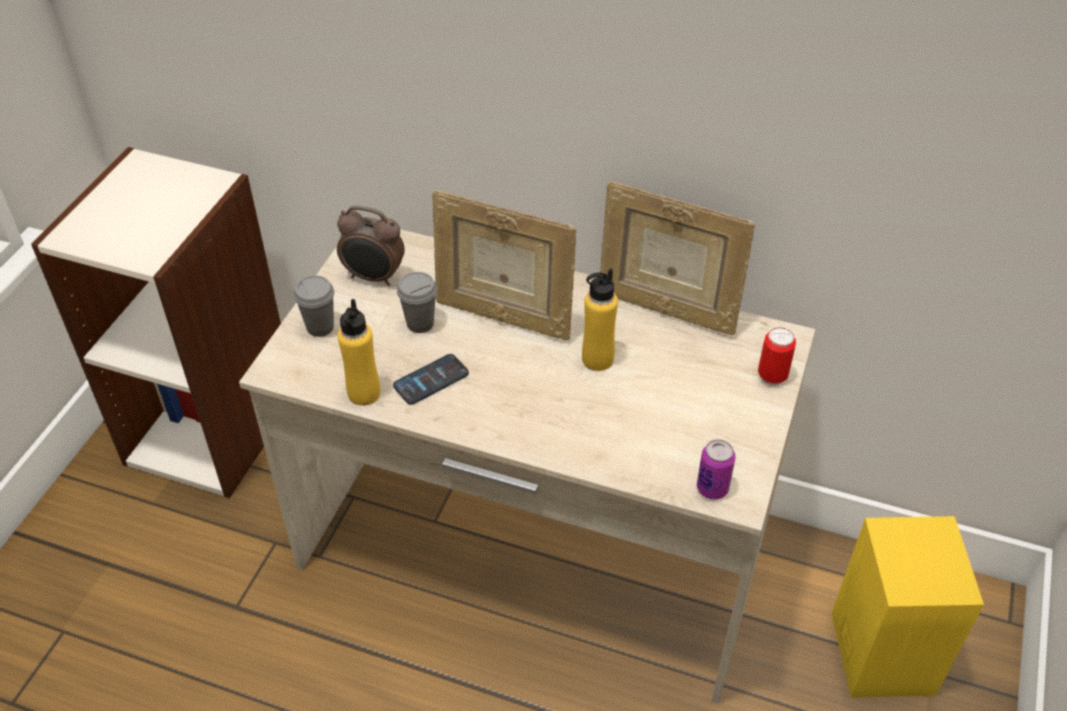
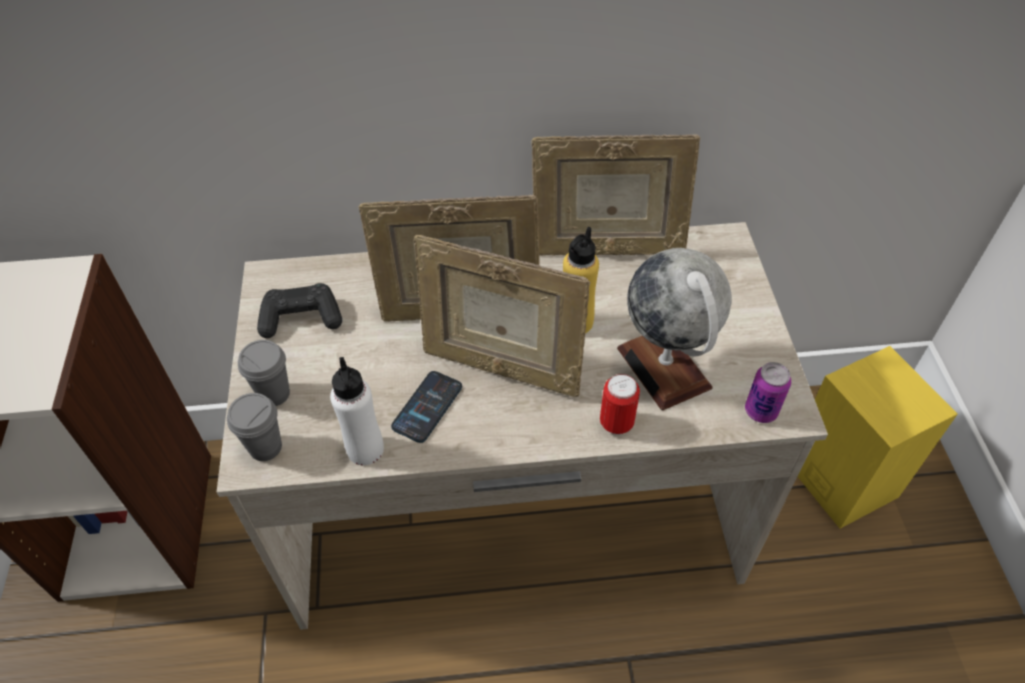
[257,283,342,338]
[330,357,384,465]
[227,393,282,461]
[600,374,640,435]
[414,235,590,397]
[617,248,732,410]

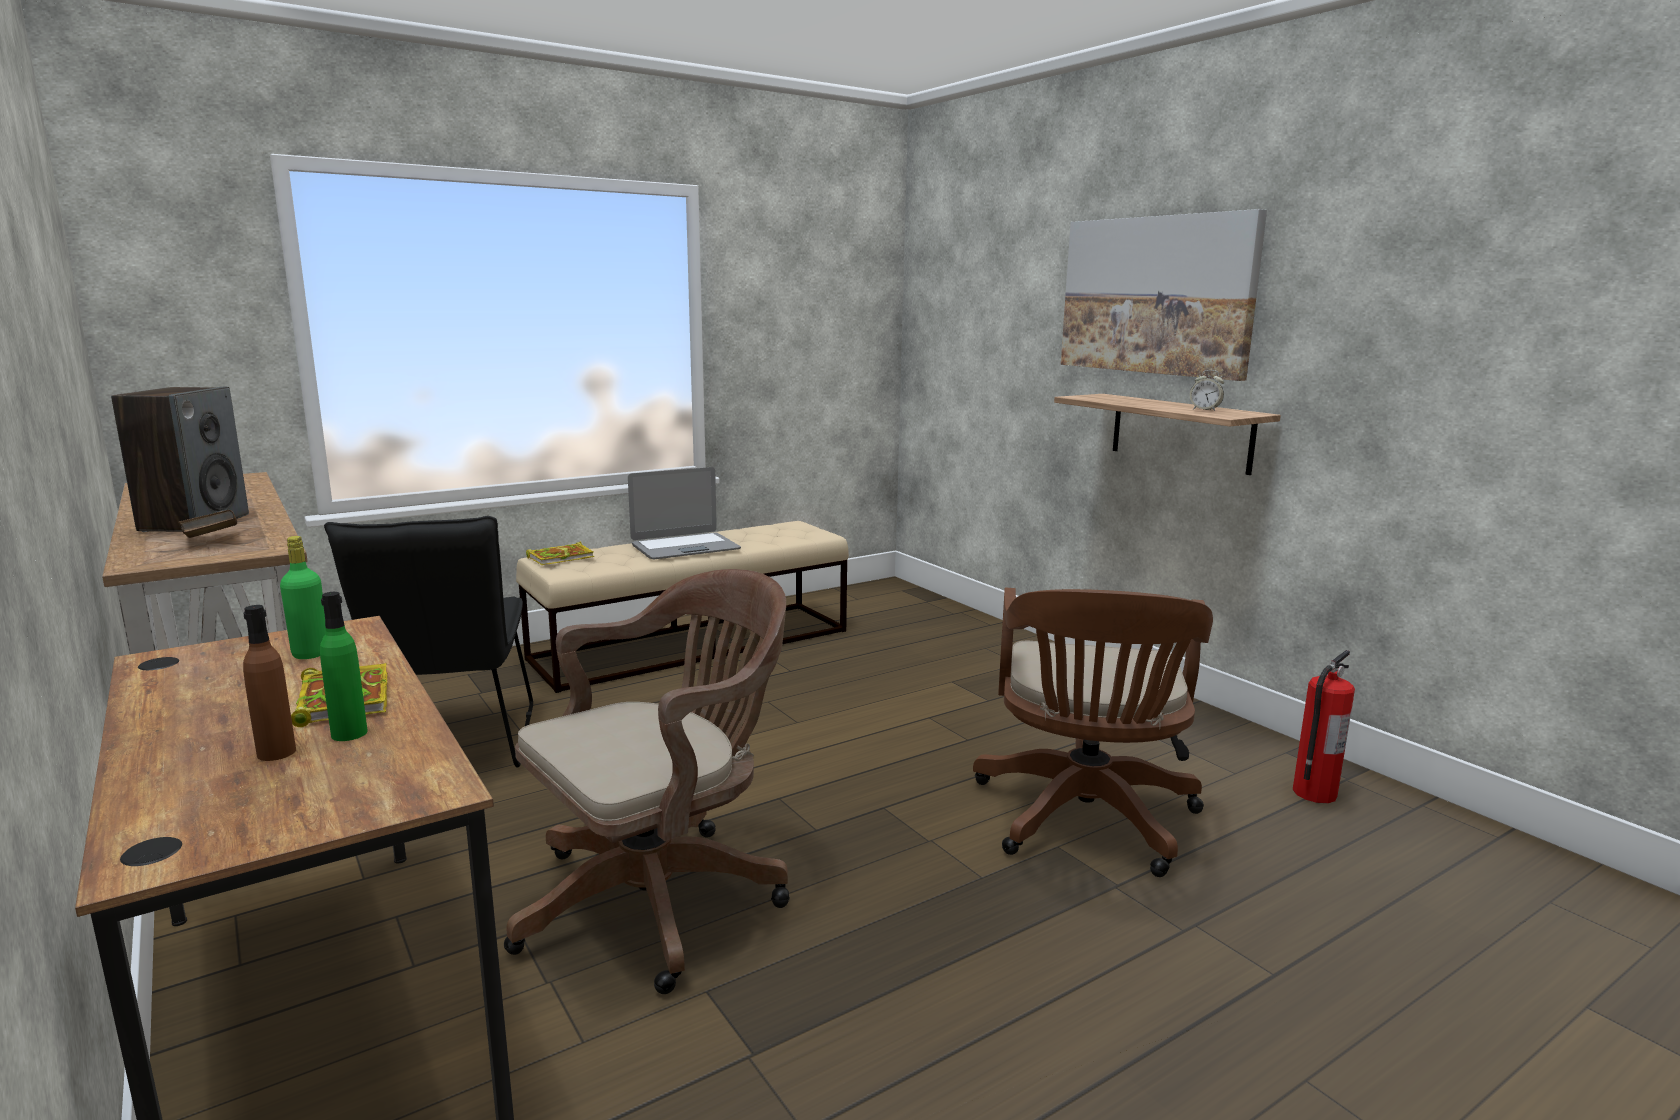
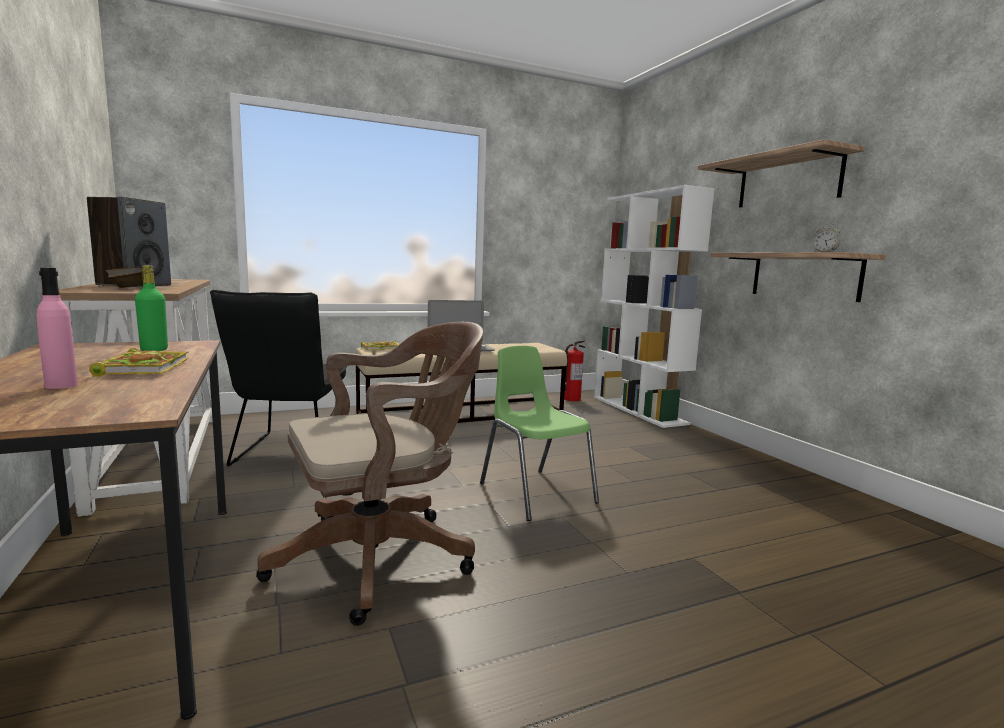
[37,268,78,389]
[320,592,368,741] (first image)
[973,587,1213,877] (first image)
[698,139,865,208]
[564,340,585,401]
[480,346,599,521]
[594,185,715,428]

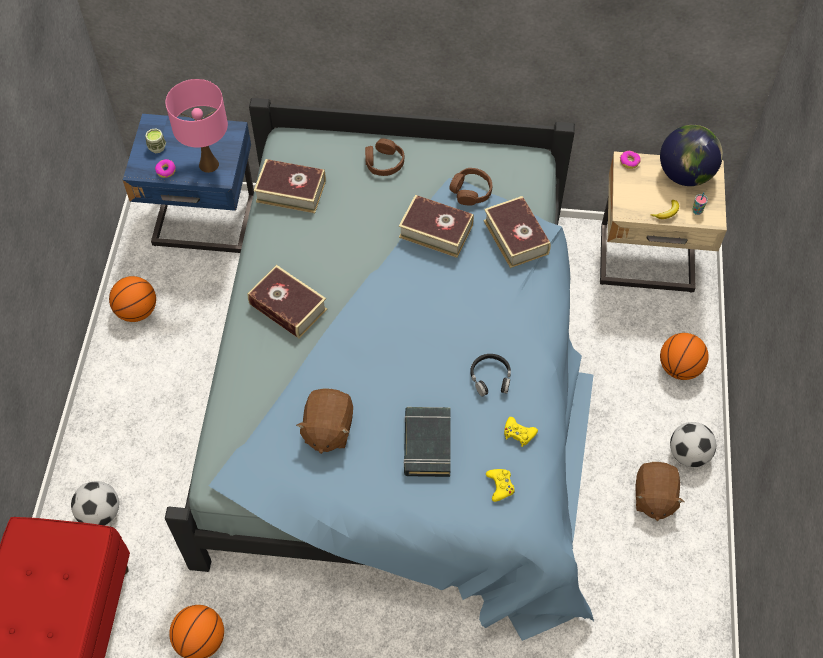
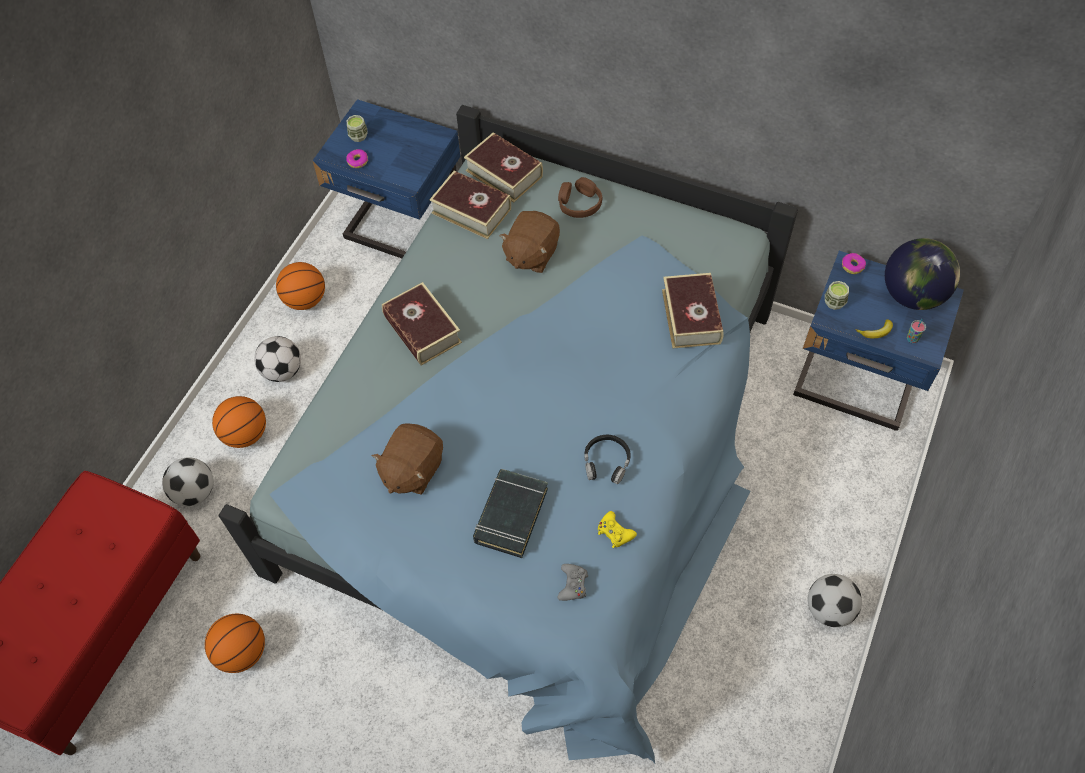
[165,79,228,173] (first image)
[464,132,543,203]
[449,168,492,206] (first image)
[558,564,588,601]
[793,251,964,431]
[499,211,560,273]
[212,396,266,448]
[254,336,301,382]
[825,281,849,310]

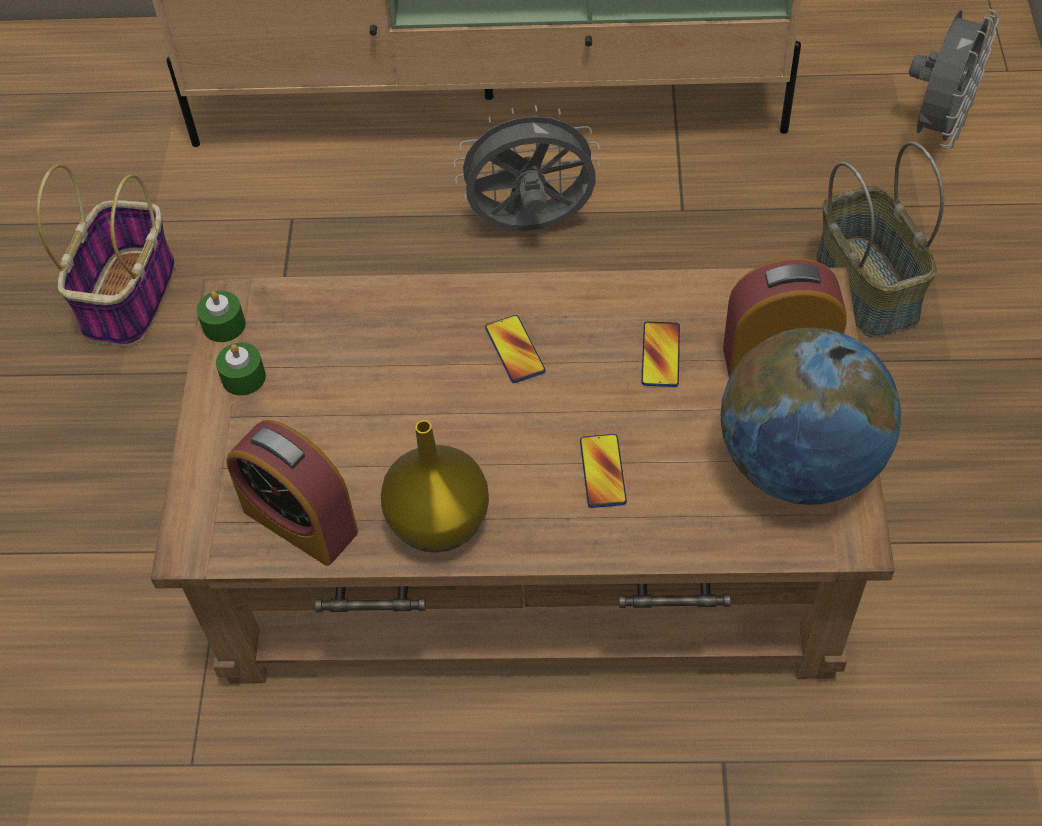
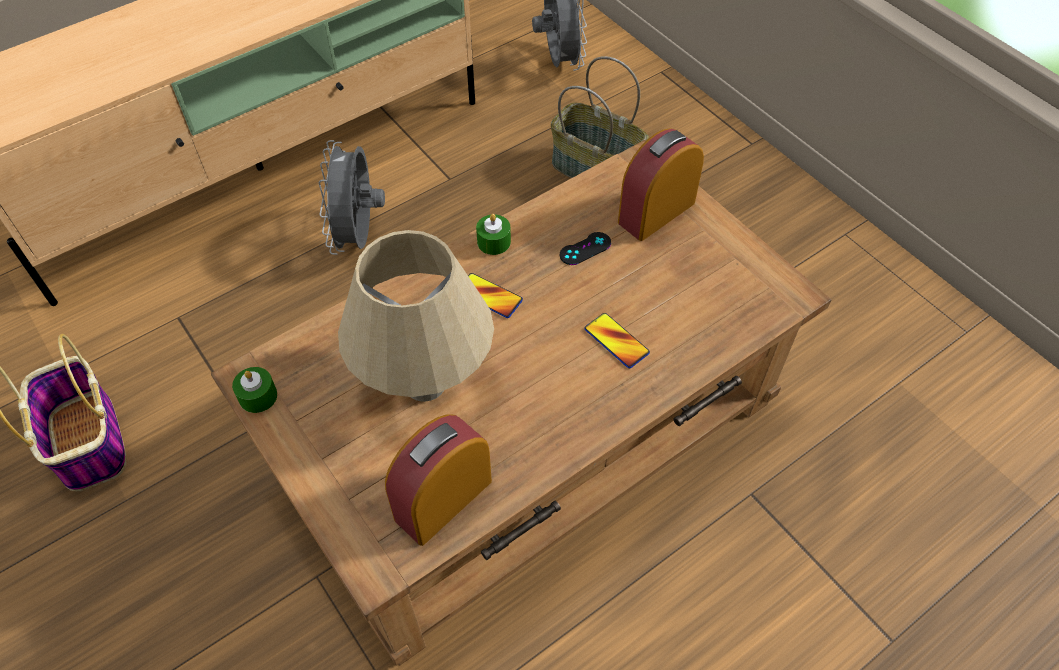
[476,214,511,255]
[385,414,492,546]
[381,420,489,553] (first image)
[319,140,385,255]
[560,232,611,265]
[721,327,901,505] (first image)
[338,230,494,402]

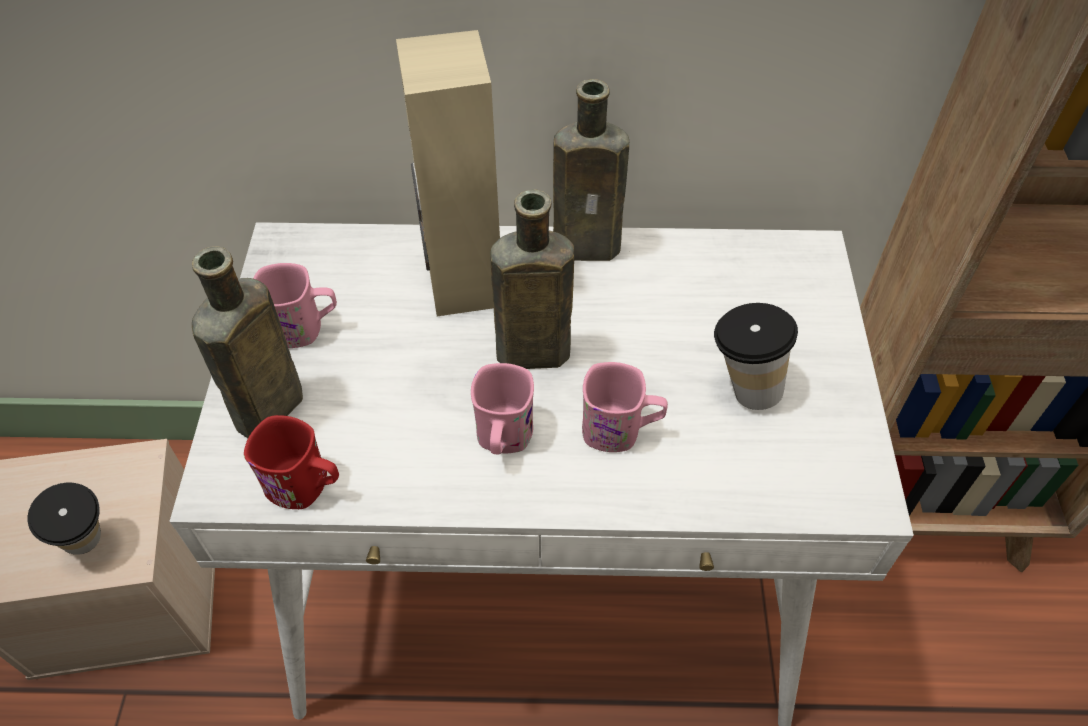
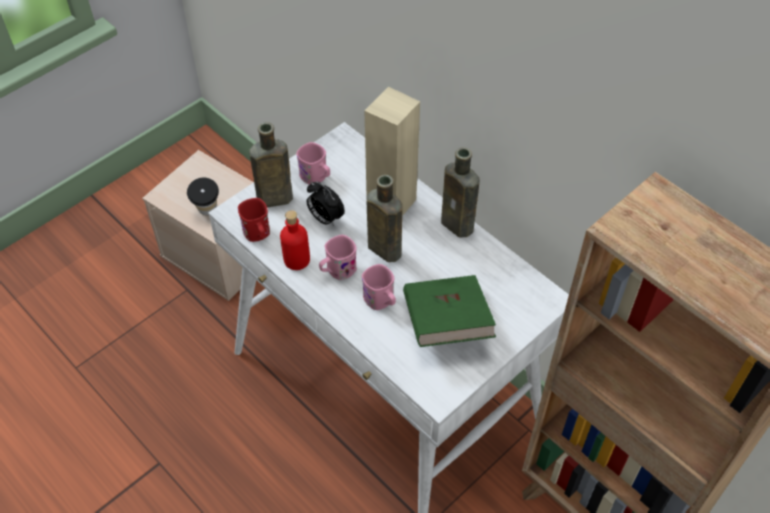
[403,275,496,347]
[280,210,310,270]
[307,181,345,226]

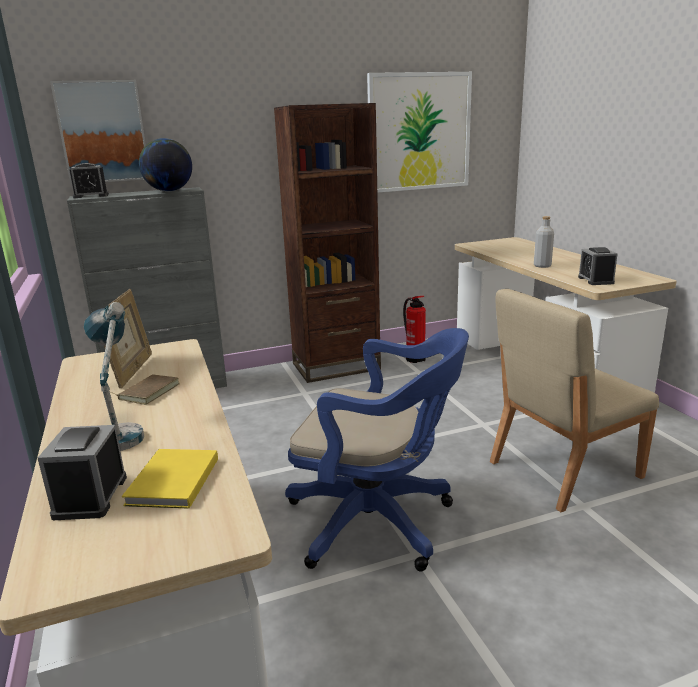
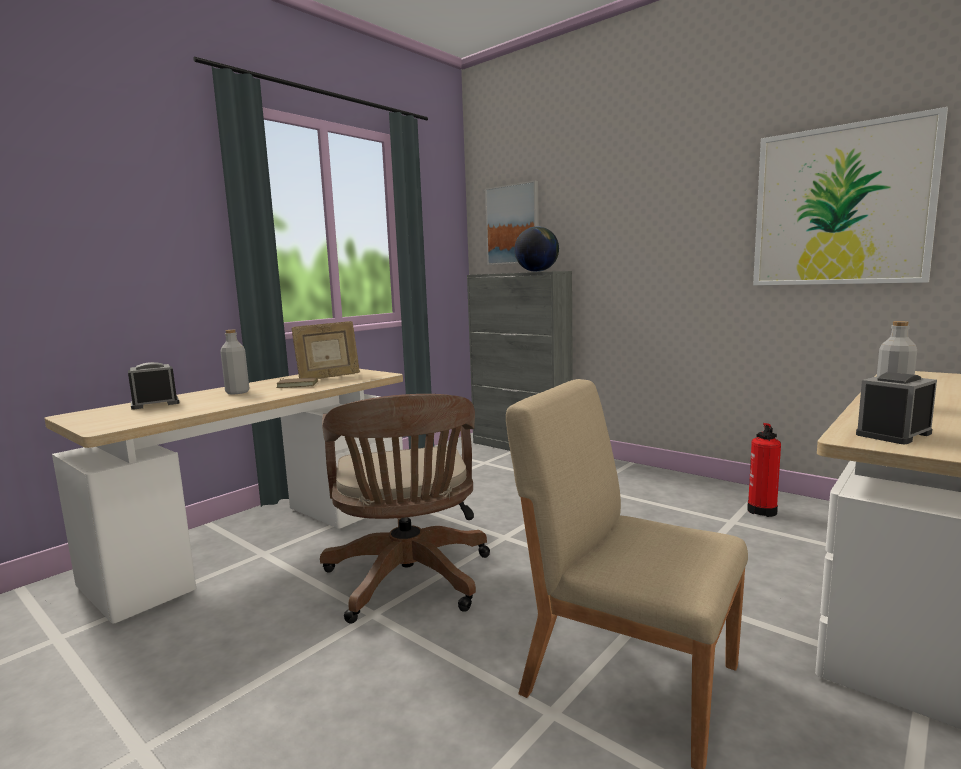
[69,163,109,198] (first image)
[220,330,249,395]
[122,449,218,509] (first image)
[274,103,381,383] (first image)
[320,394,490,624]

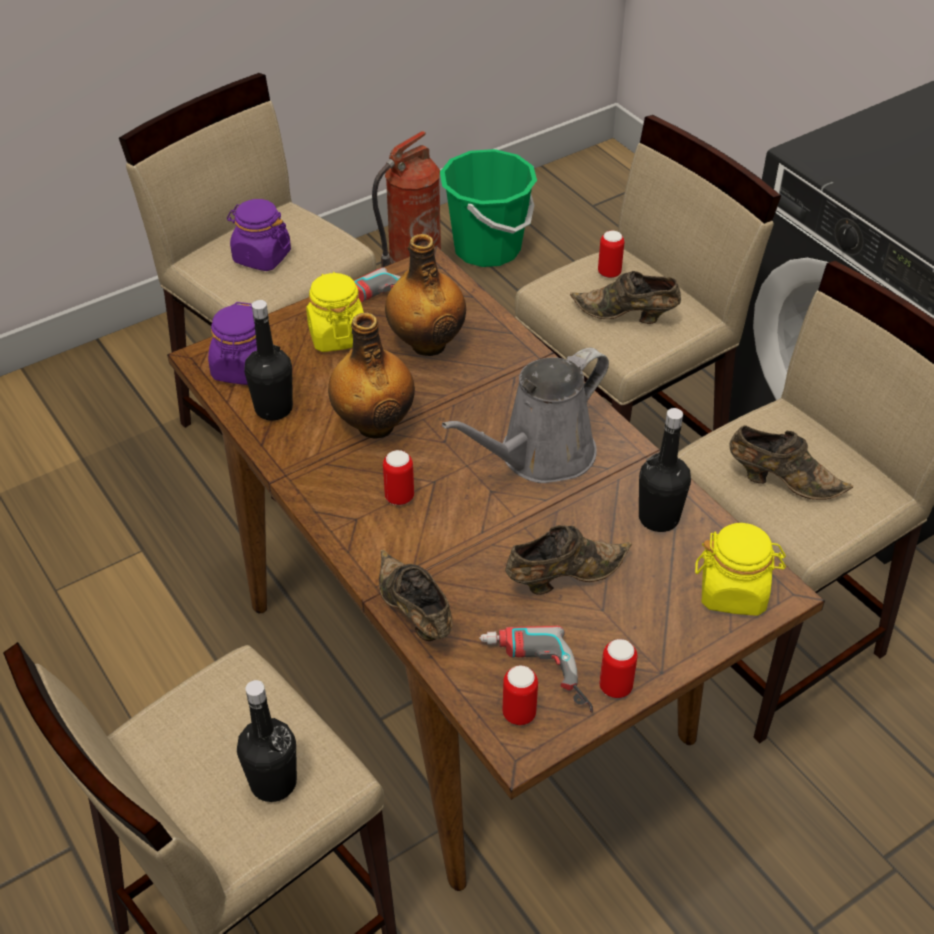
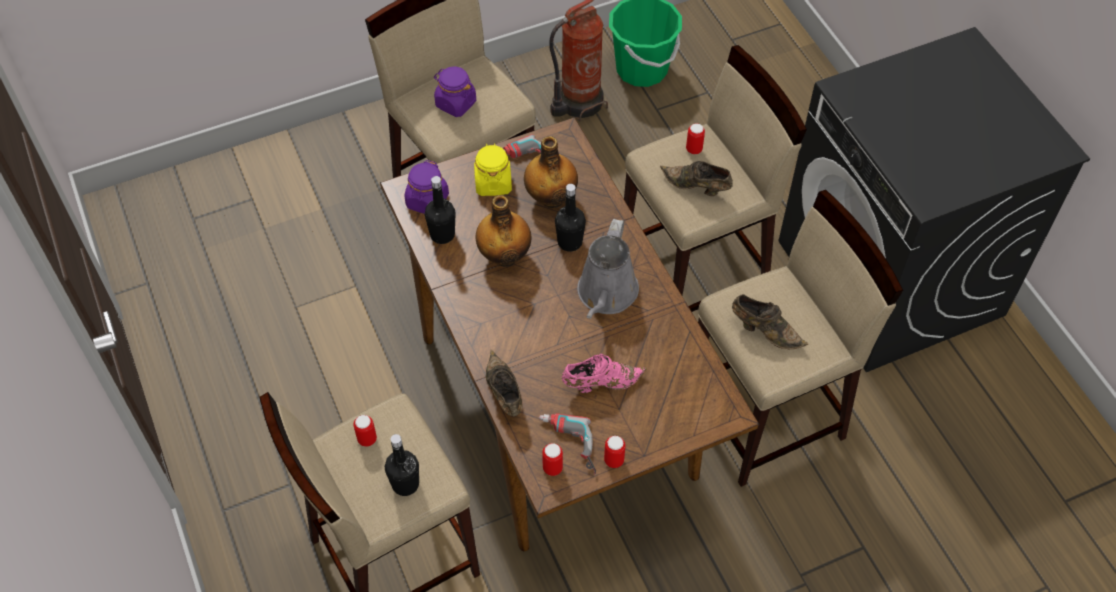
[353,415,377,447]
[577,219,639,319]
[562,354,647,393]
[555,184,586,252]
[695,523,786,616] (first image)

